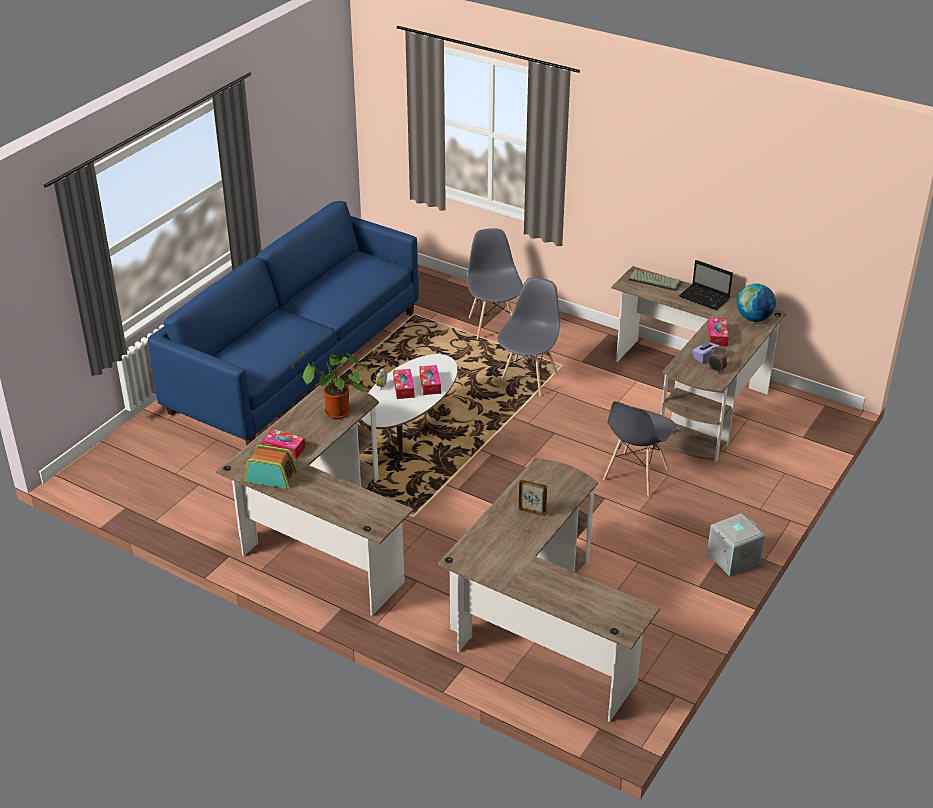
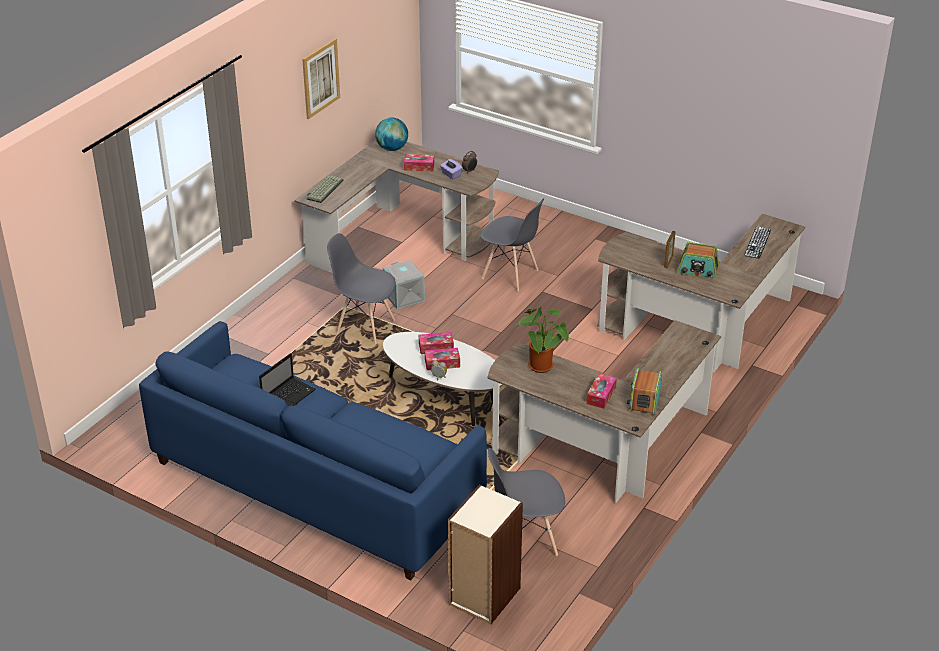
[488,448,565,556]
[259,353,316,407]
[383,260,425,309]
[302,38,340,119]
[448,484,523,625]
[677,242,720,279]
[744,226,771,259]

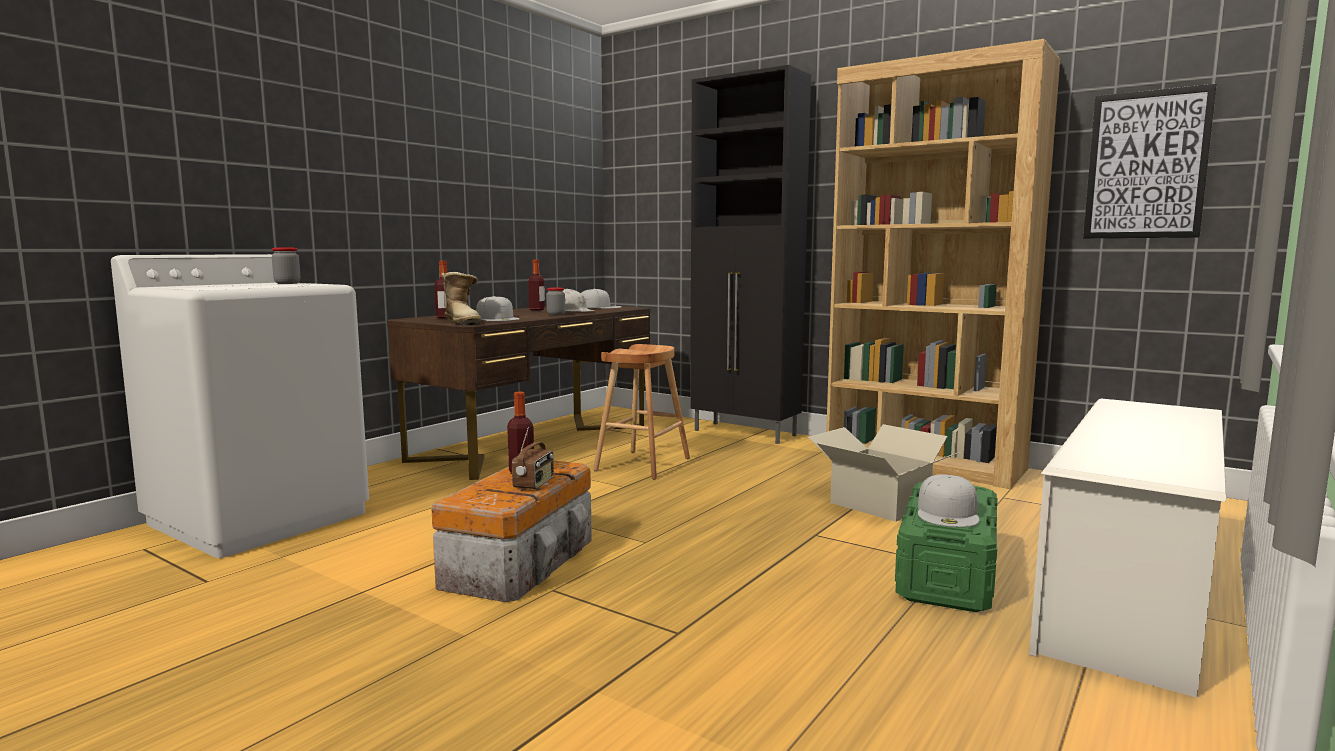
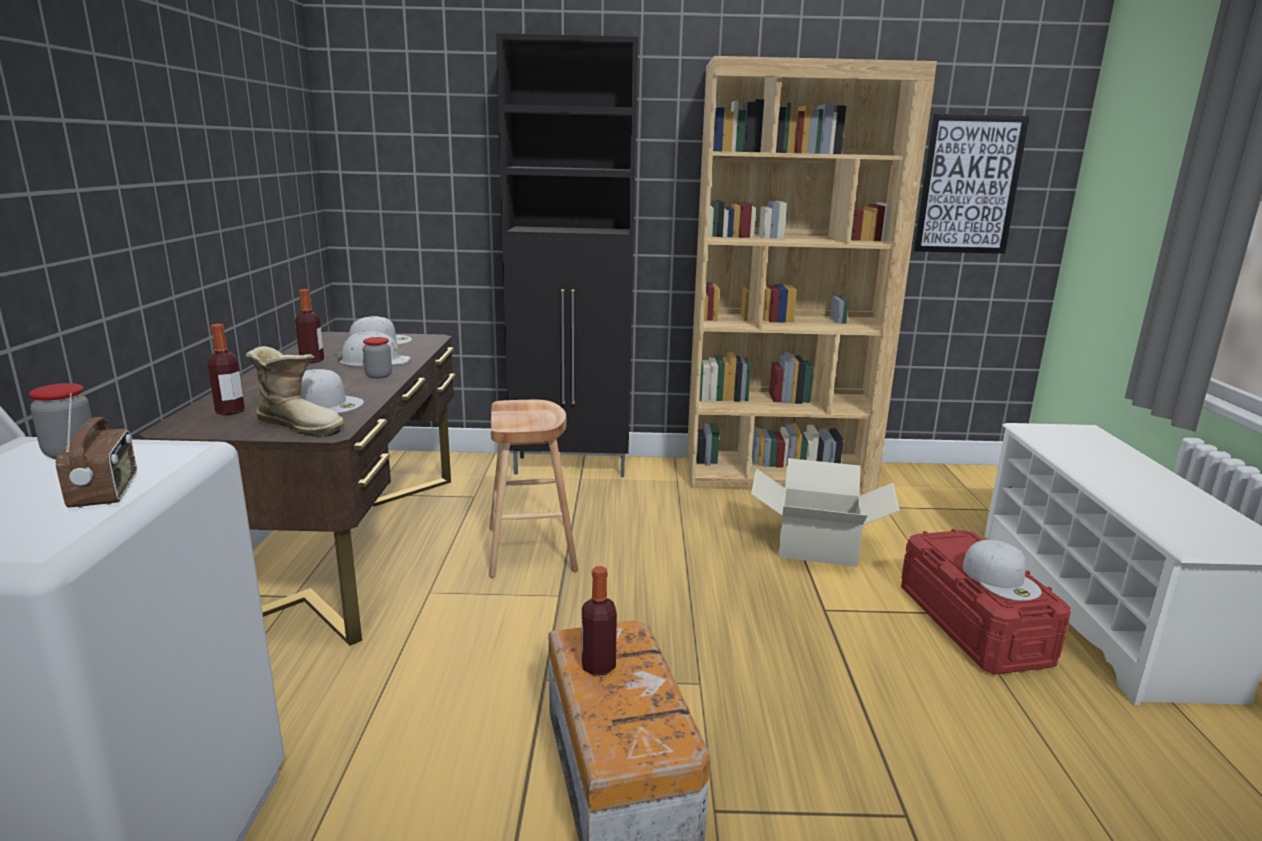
[56,393,137,508]
[901,529,1071,674]

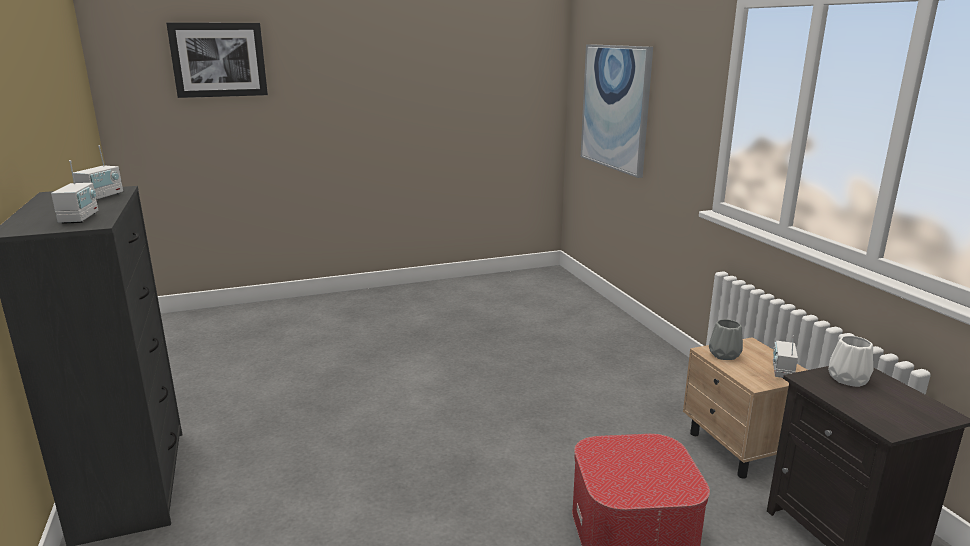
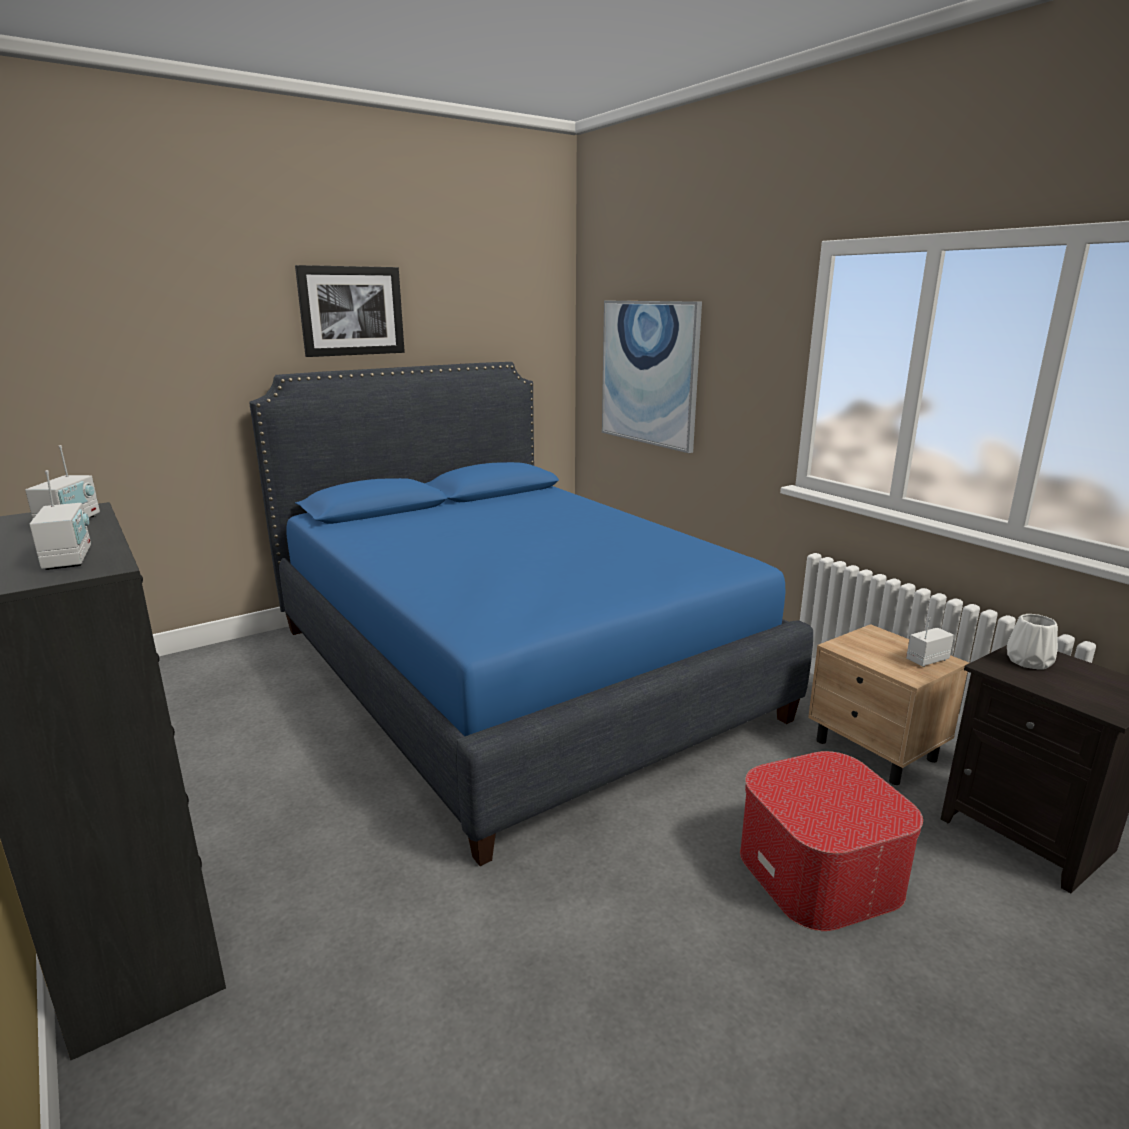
[295,265,405,357]
[709,319,743,360] (first image)
[906,617,954,667]
[249,362,813,866]

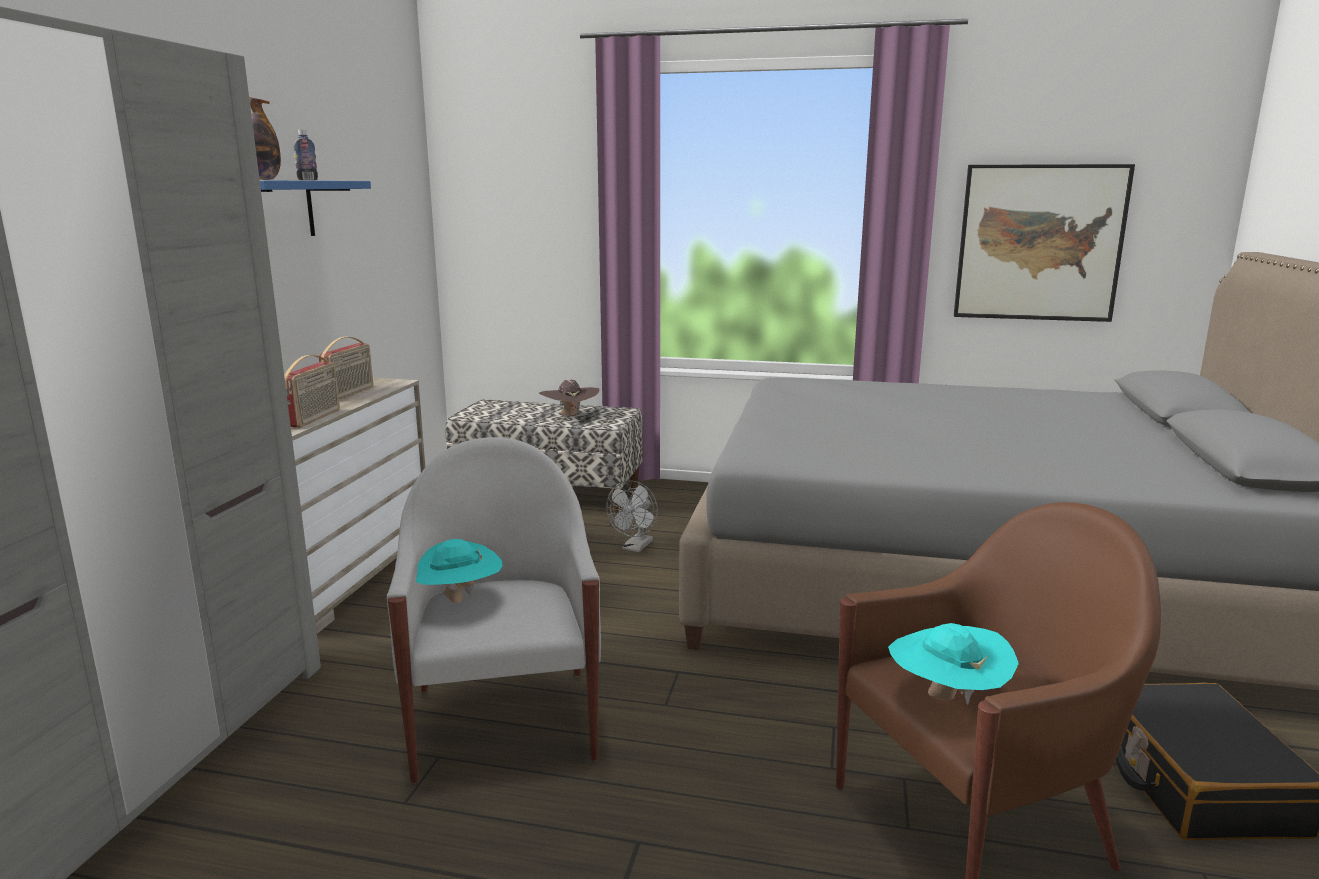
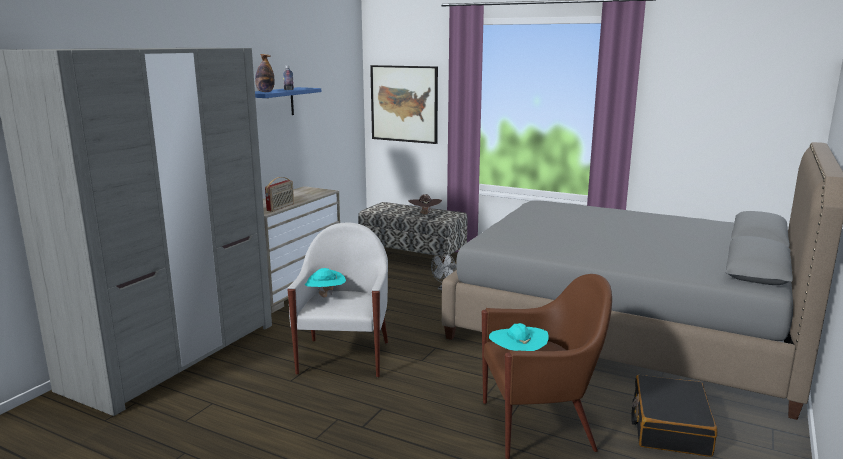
[319,337,373,399] (first image)
[370,65,438,144]

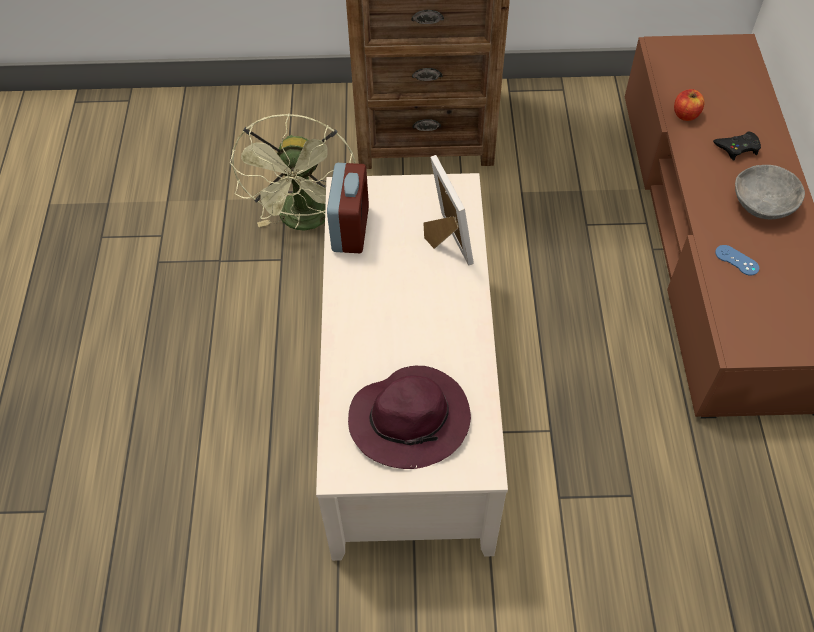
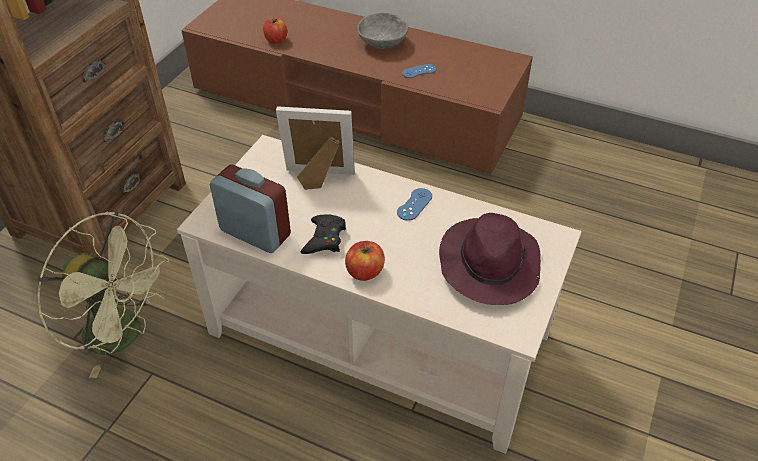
[301,214,346,254]
[345,241,385,281]
[397,188,432,221]

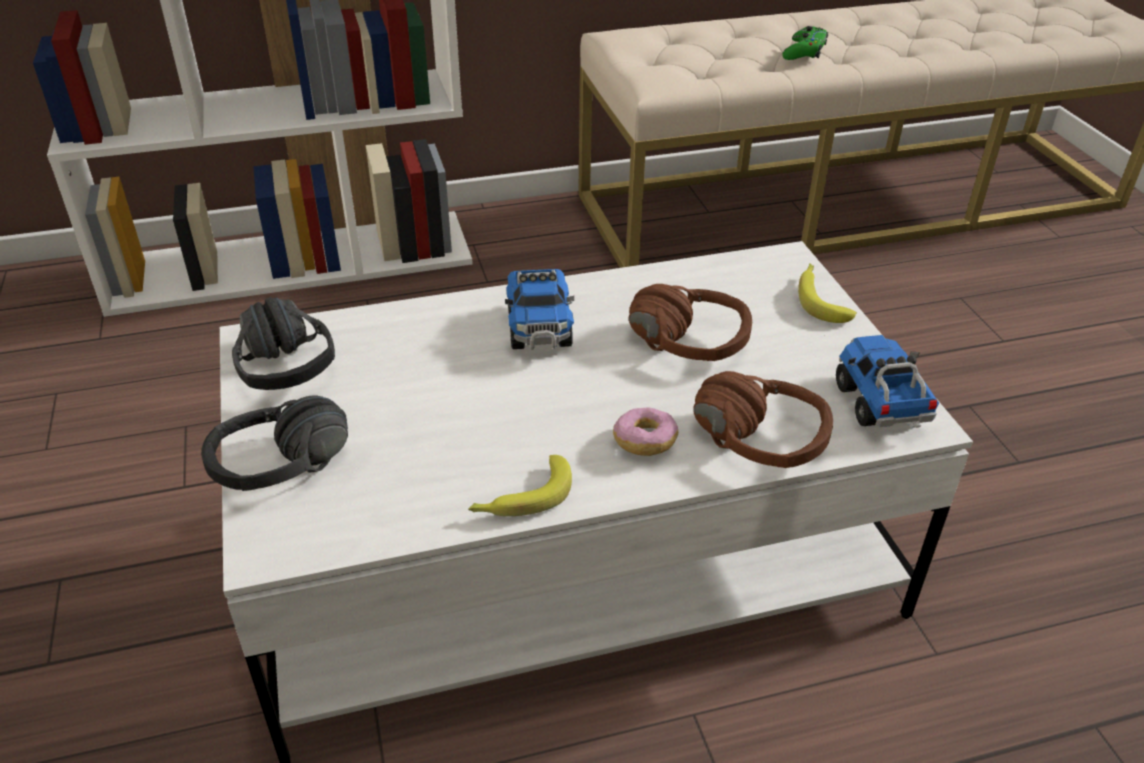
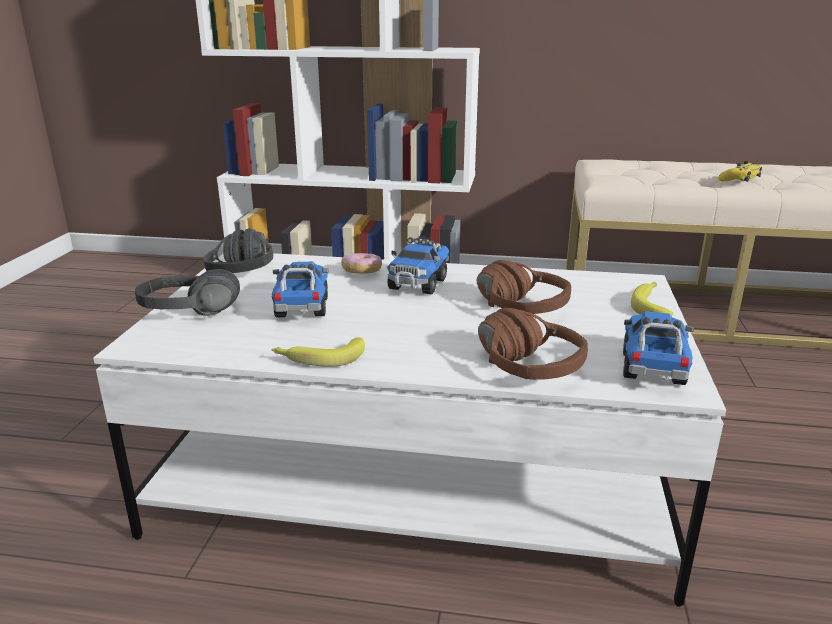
[341,253,382,274]
[718,161,762,182]
[272,262,328,317]

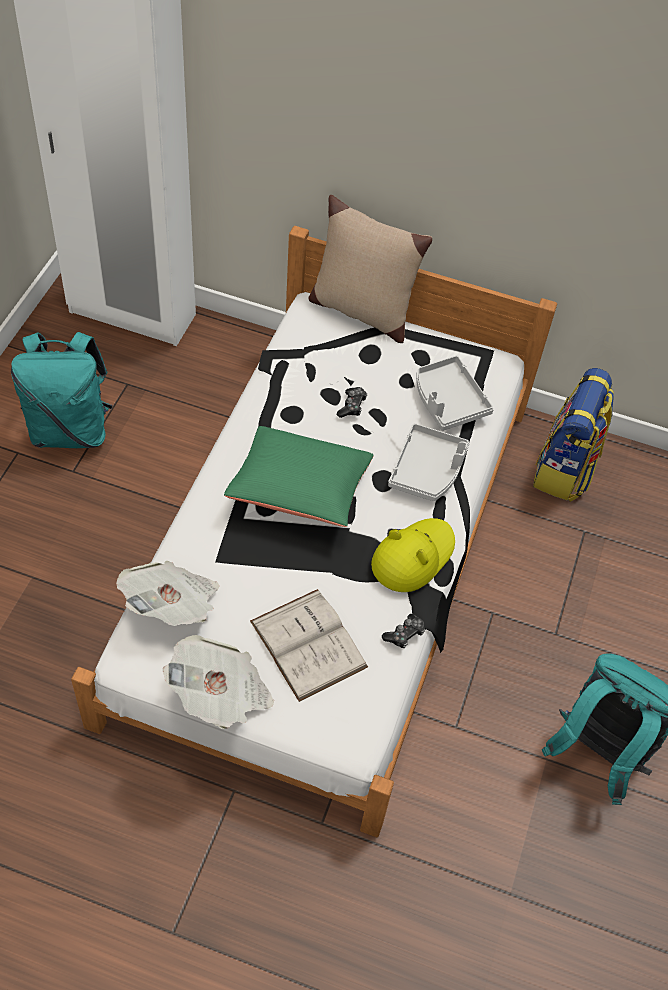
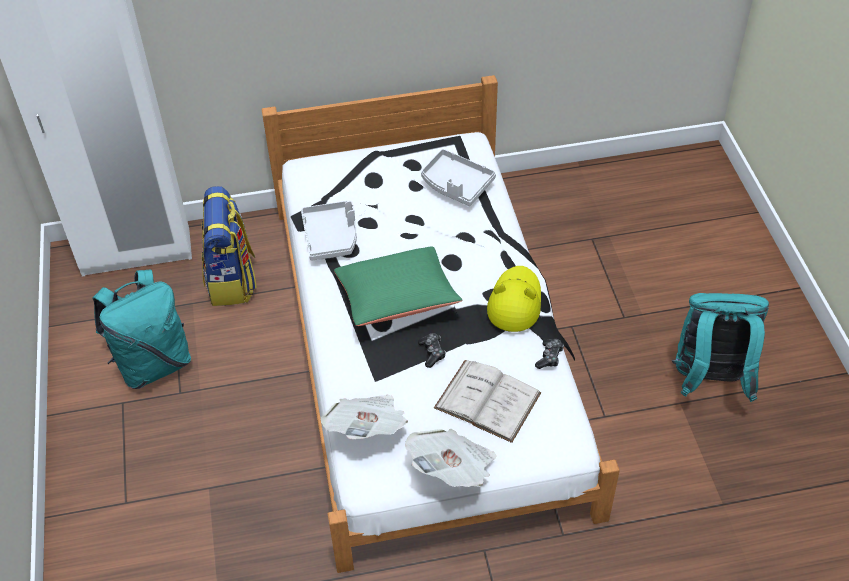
[309,195,432,343] (first image)
[418,333,446,368]
[301,200,357,261]
[202,186,257,306]

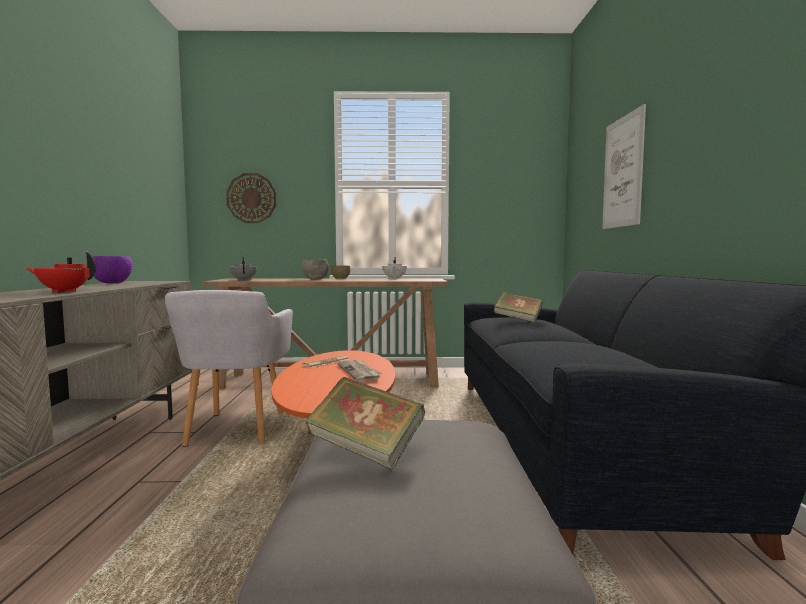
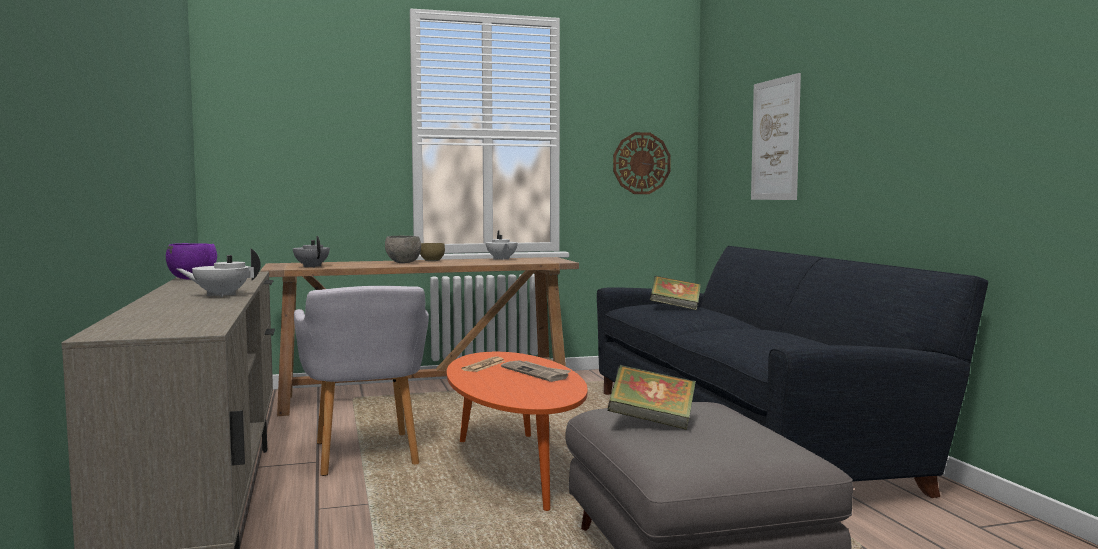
[177,248,261,297]
[613,132,671,194]

